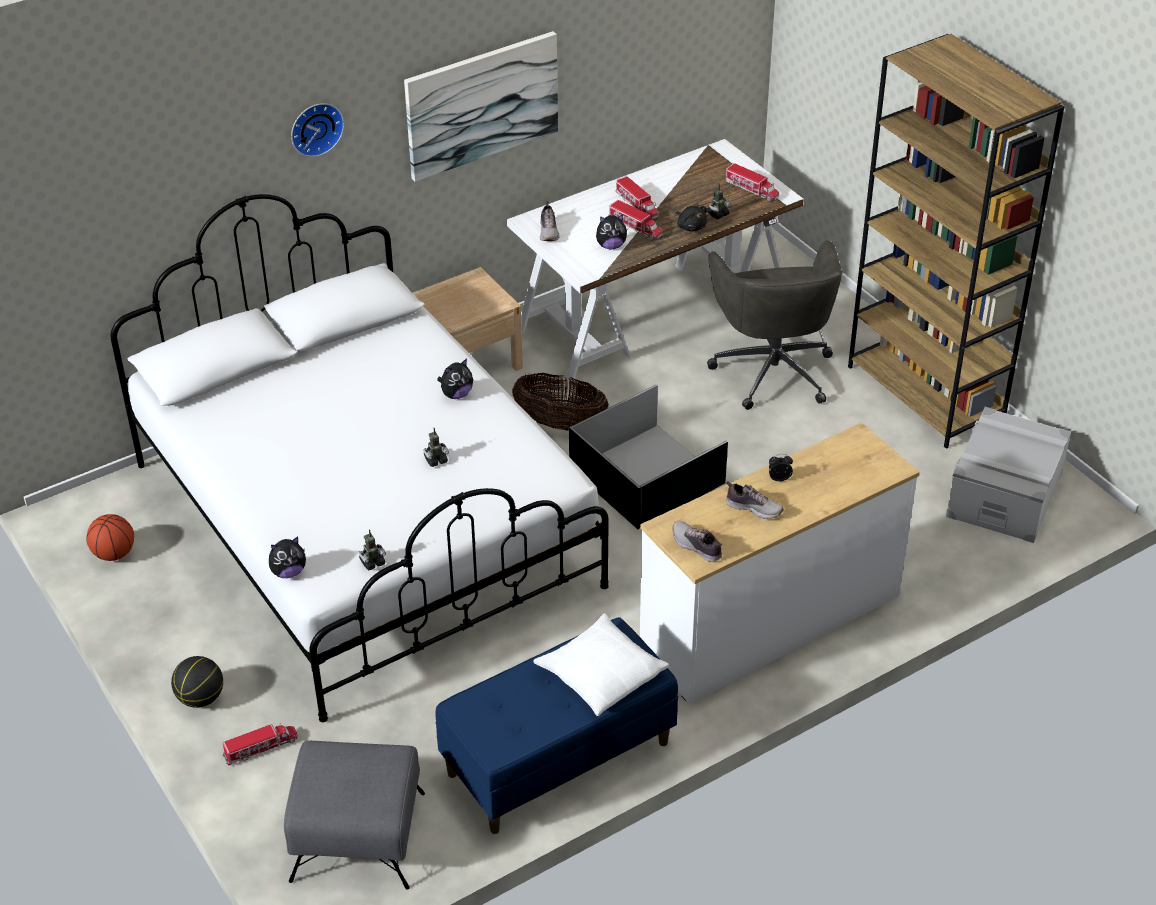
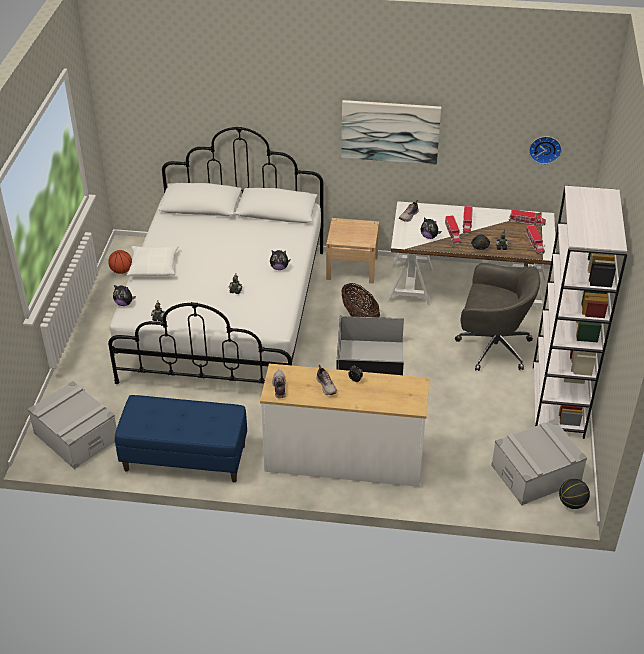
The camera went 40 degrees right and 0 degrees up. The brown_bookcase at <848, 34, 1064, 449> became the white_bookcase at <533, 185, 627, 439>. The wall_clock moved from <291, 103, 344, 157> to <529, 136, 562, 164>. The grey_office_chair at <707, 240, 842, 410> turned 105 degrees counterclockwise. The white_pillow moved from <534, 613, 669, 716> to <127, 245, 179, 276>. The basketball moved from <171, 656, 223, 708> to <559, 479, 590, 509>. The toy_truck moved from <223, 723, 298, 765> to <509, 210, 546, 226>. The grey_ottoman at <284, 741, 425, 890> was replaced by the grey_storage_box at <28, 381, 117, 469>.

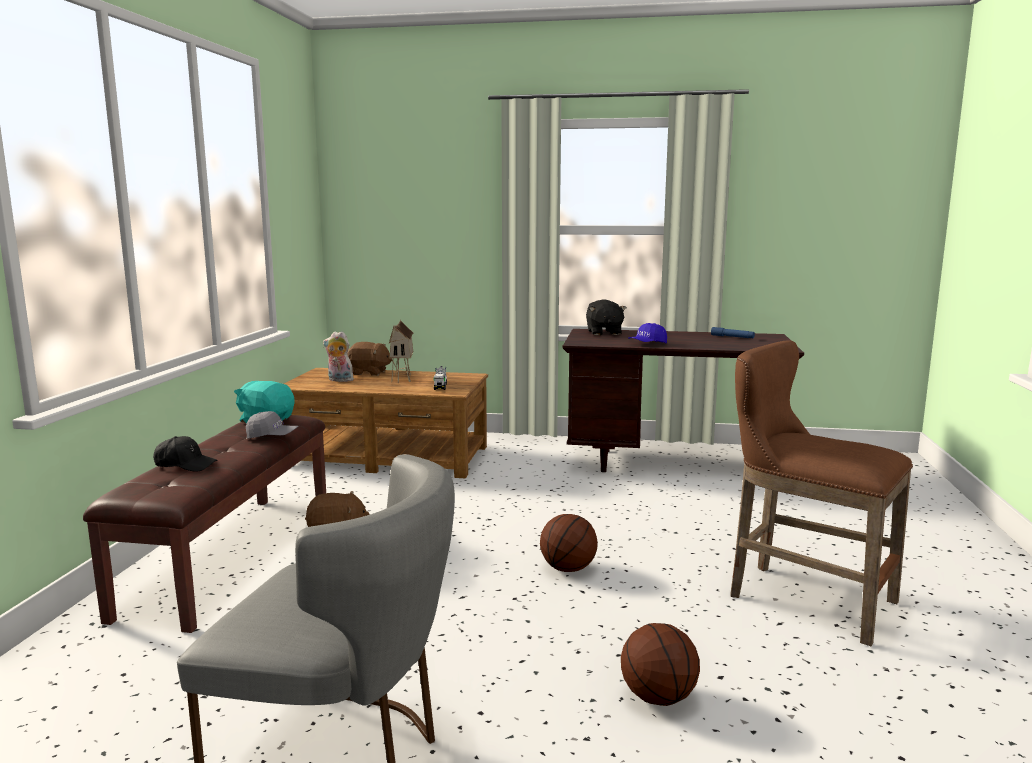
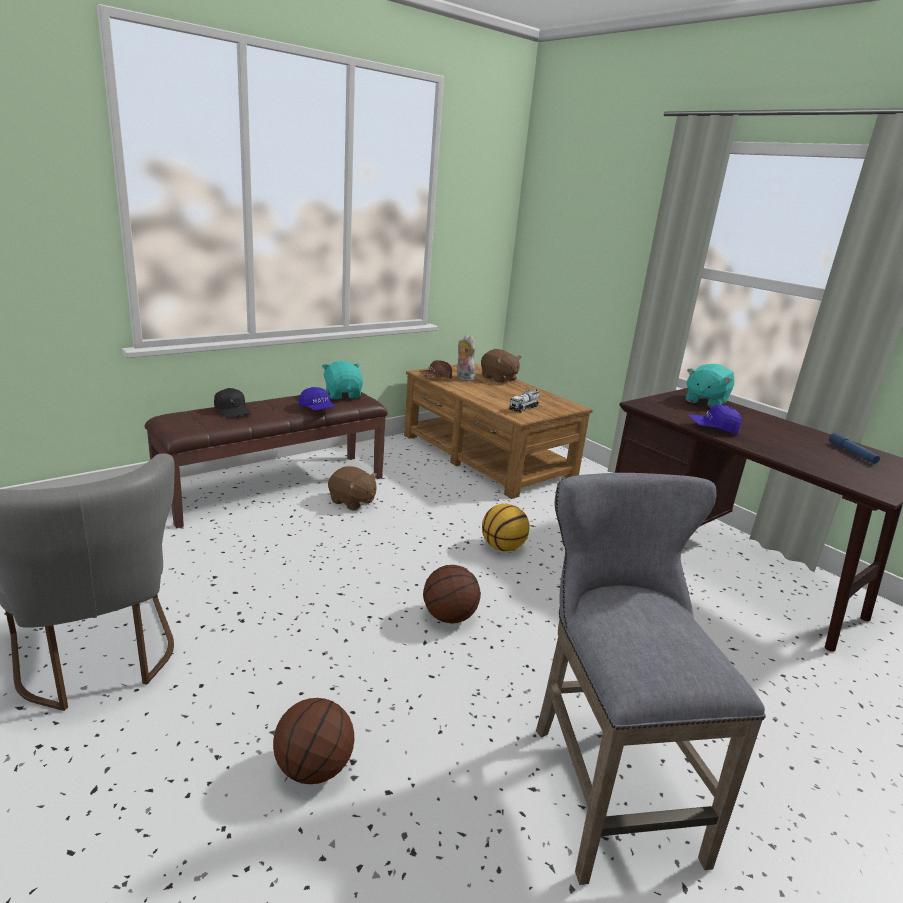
The camera went 40 degrees right and 10 degrees up. The black_plush_toy at <586, 299, 626, 335> became the turquoise_plush_toy at <685, 364, 734, 408>. The toy_house at <389, 320, 414, 383> disappeared. The brown_stool at <730, 340, 913, 646> became the grey_stool at <536, 473, 766, 885>. The grey_cap at <246, 411, 299, 439> became the blue_cap at <299, 387, 336, 410>. The brown_cap at <420, 360, 452, 378> appeared. The basketball at <482, 504, 529, 551> appeared.

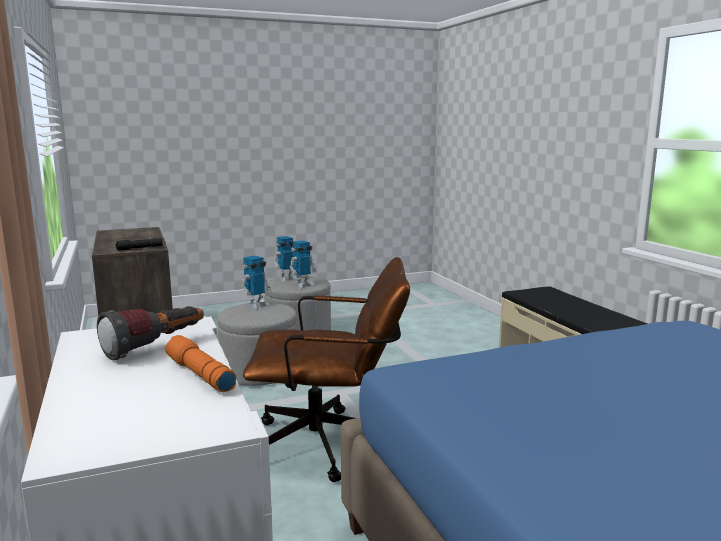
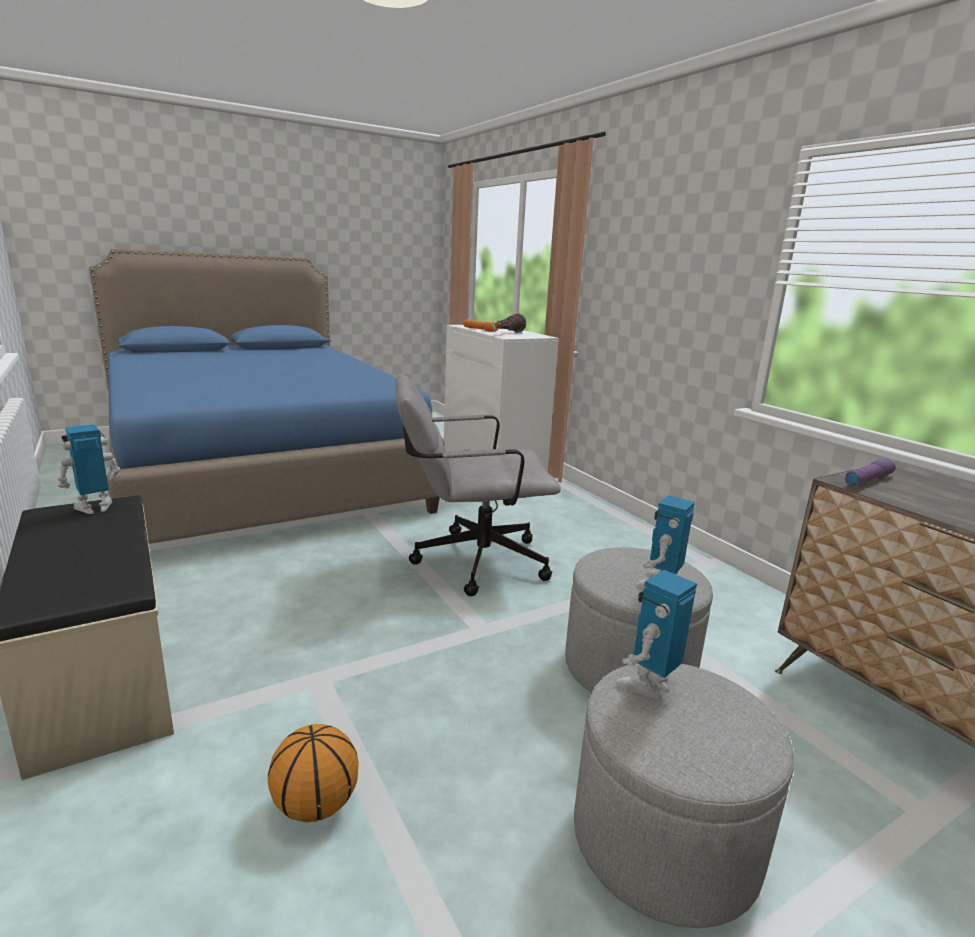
The camera went 170 degrees right and 5 degrees up. The toy_robot moved from <273, 236, 297, 282> to <58, 424, 121, 514>. The black_flashlight at <116, 238, 163, 250> became the purple_flashlight at <845, 458, 896, 486>. The brown_office_chair at <243, 257, 410, 482> became the grey_office_chair at <395, 374, 561, 596>. The basketball at <268, 724, 359, 822> appeared.

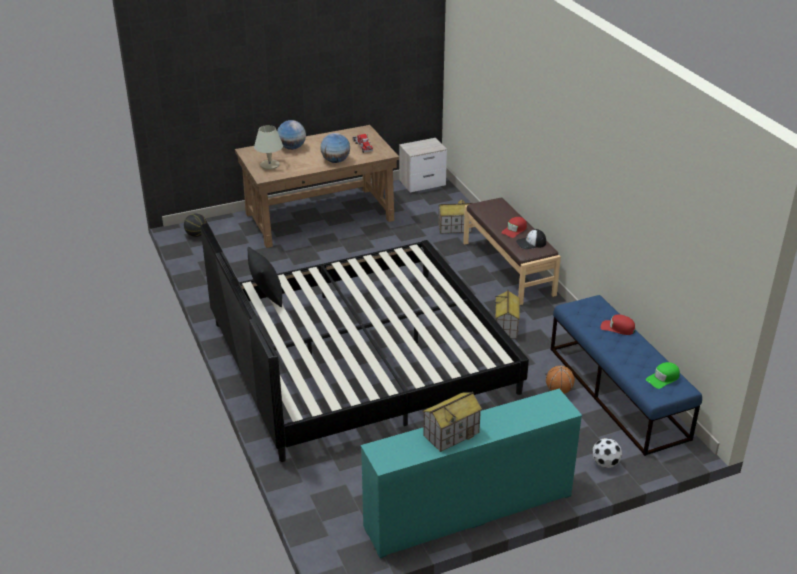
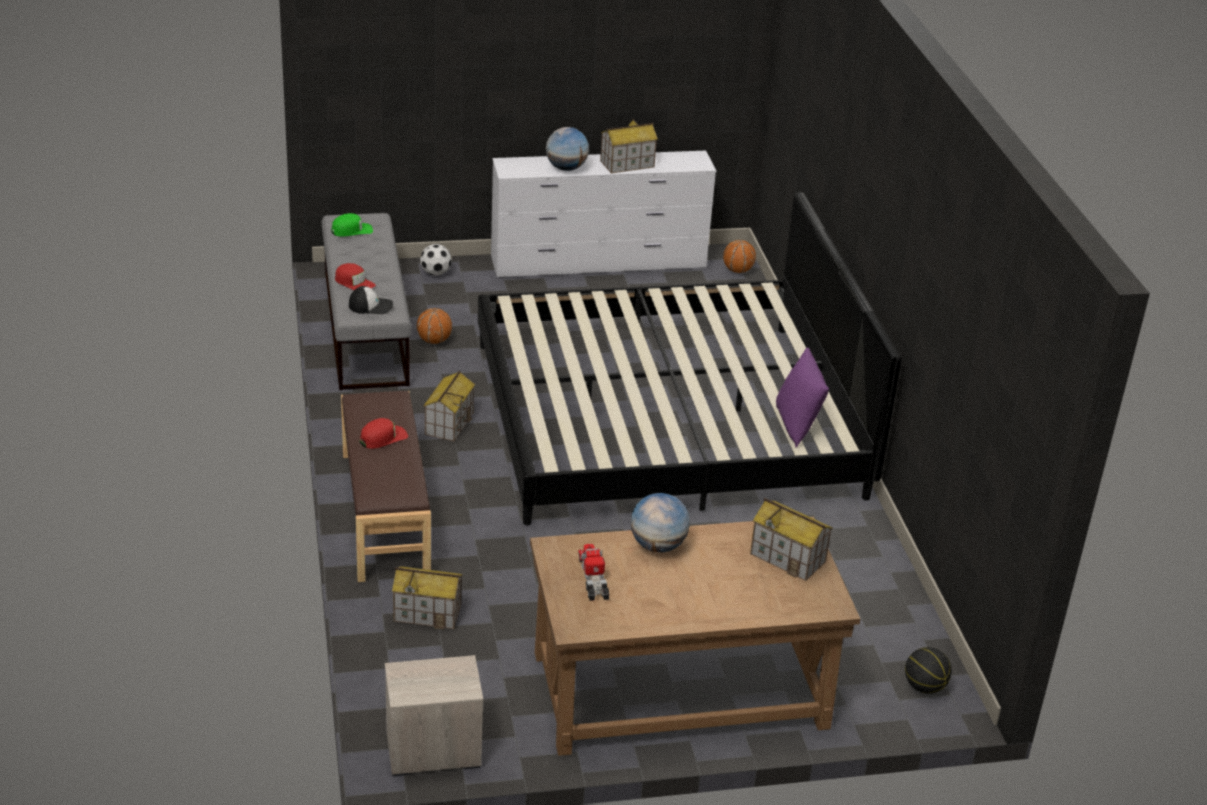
The camera went 170 degrees left and 0 degrees up. The globe moved from <277, 120, 306, 150> to <546, 127, 589, 171>. The beige_table_lamp at <254, 125, 283, 170> was replaced by the toy_house at <750, 498, 833, 581>. The cap moved from <516, 229, 546, 249> to <349, 286, 393, 314>. The black_pillow at <248, 247, 282, 308> became the purple_pillow at <776, 347, 829, 447>. The blue_bench at <551, 295, 702, 456> became the grey_bench at <321, 213, 412, 390>. The turquoise_dresser at <361, 389, 582, 558> became the white_dresser at <491, 151, 716, 277>. The basketball at <723, 240, 756, 273> appeared.

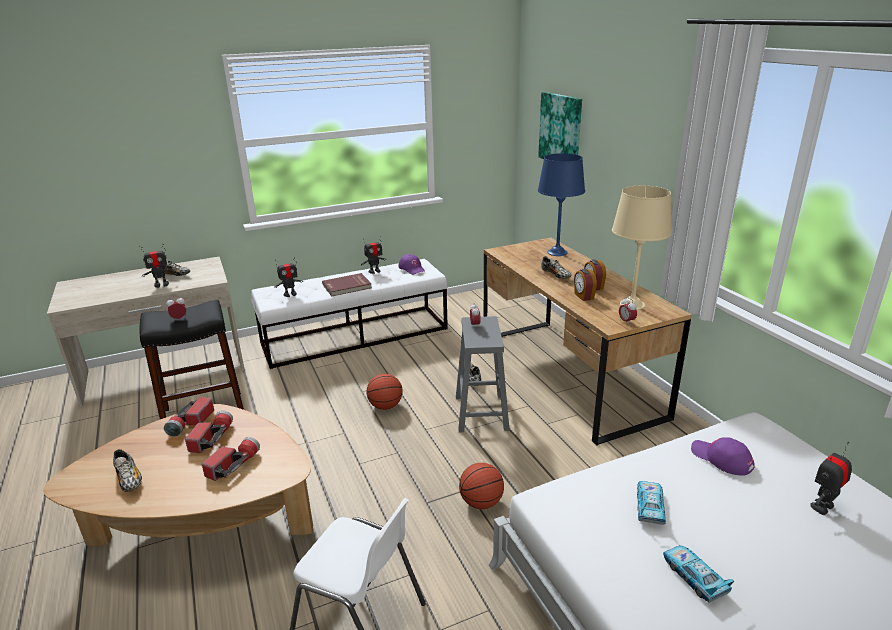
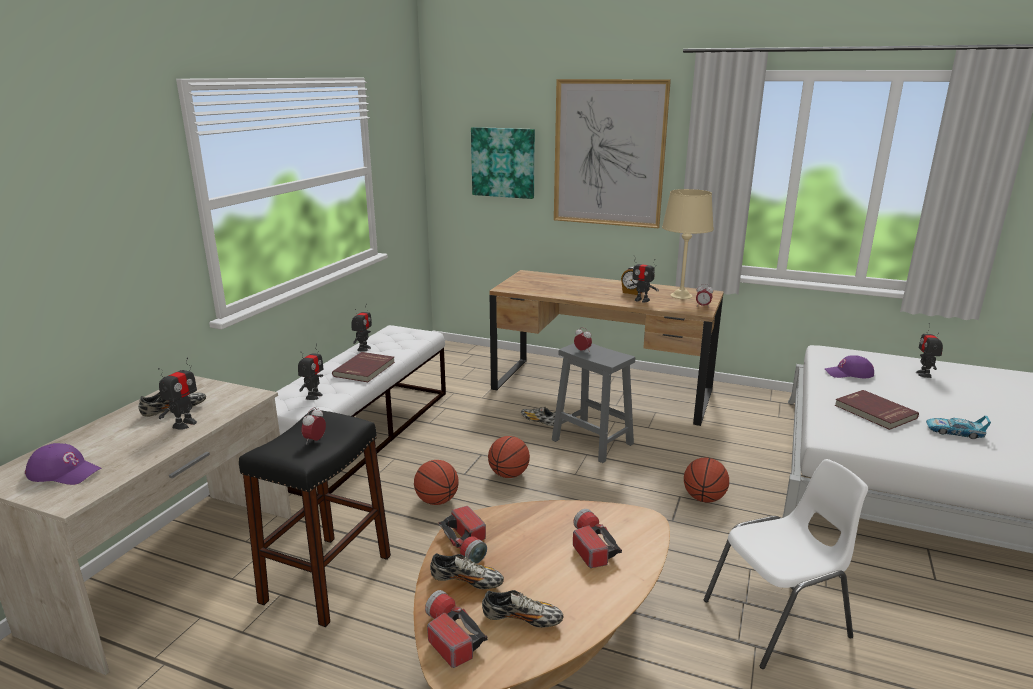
The camera went 45 degrees left and 5 degrees down. The blue_table_lamp at <538, 153, 585, 256> disappeared. The purple_cap moved from <398, 254, 425, 275> to <25, 443, 102, 485>. The shoe moved from <541, 256, 571, 279> to <430, 553, 504, 589>. The alarm_clock at <574, 269, 597, 301> was replaced by the toy_robot at <627, 255, 659, 302>. The flashlight moved from <185, 411, 233, 453> to <425, 590, 488, 668>. The toy_car at <637, 481, 666, 525> was replaced by the red_book at <835, 390, 919, 430>. The picture at <554, 79, 671, 228> appeared. The basketball at <414, 460, 459, 505> appeared.

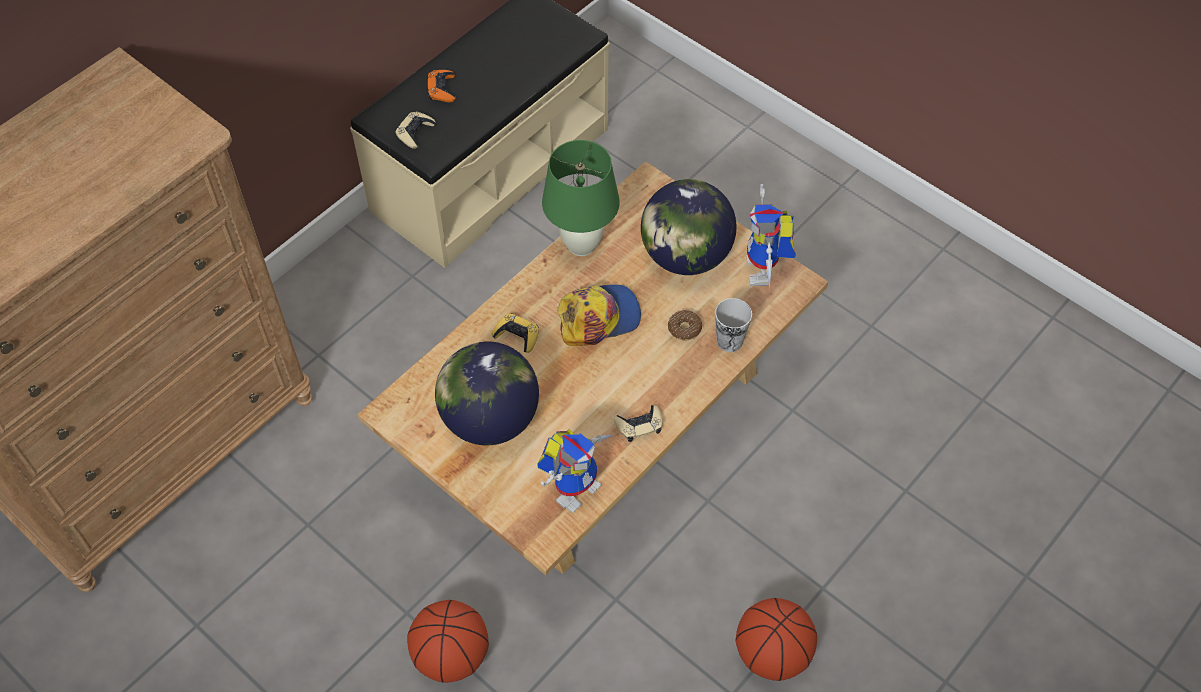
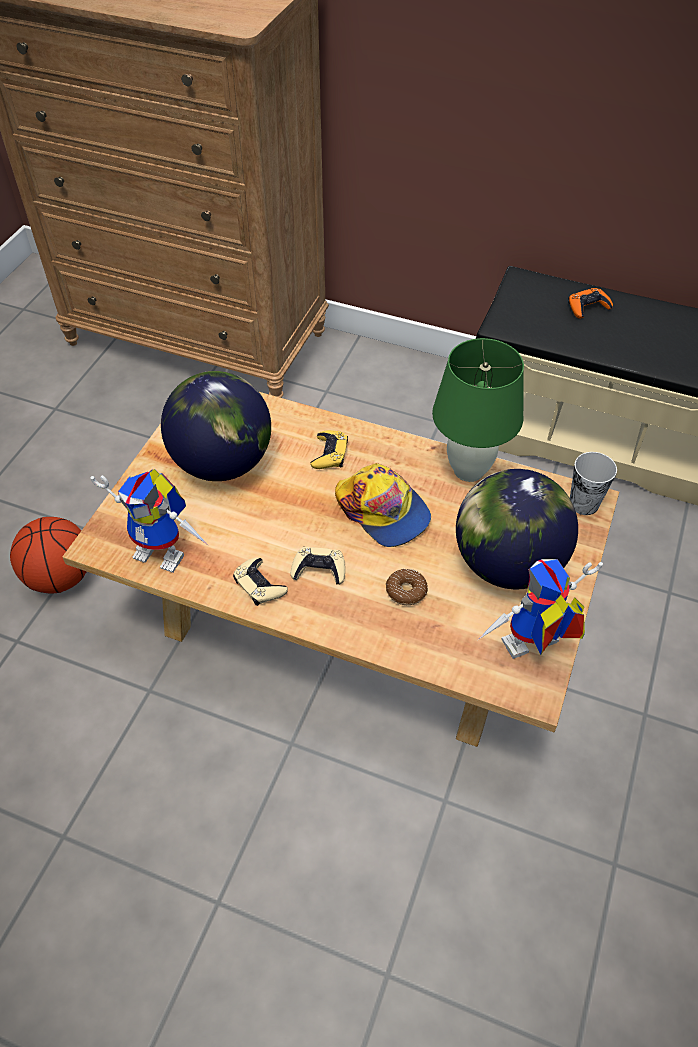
The camera went 70 degrees right and 5 degrees down. The beige_game_controller moved from <395, 112, 436, 149> to <291, 547, 345, 585>. The cup moved from <715, 298, 752, 352> to <570, 452, 617, 515>. The basketball at <736, 598, 817, 681> disappeared.

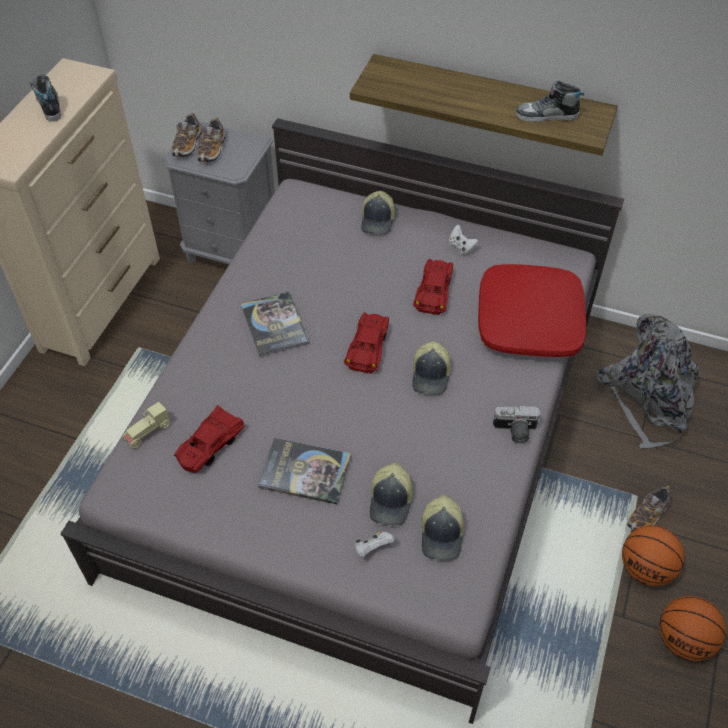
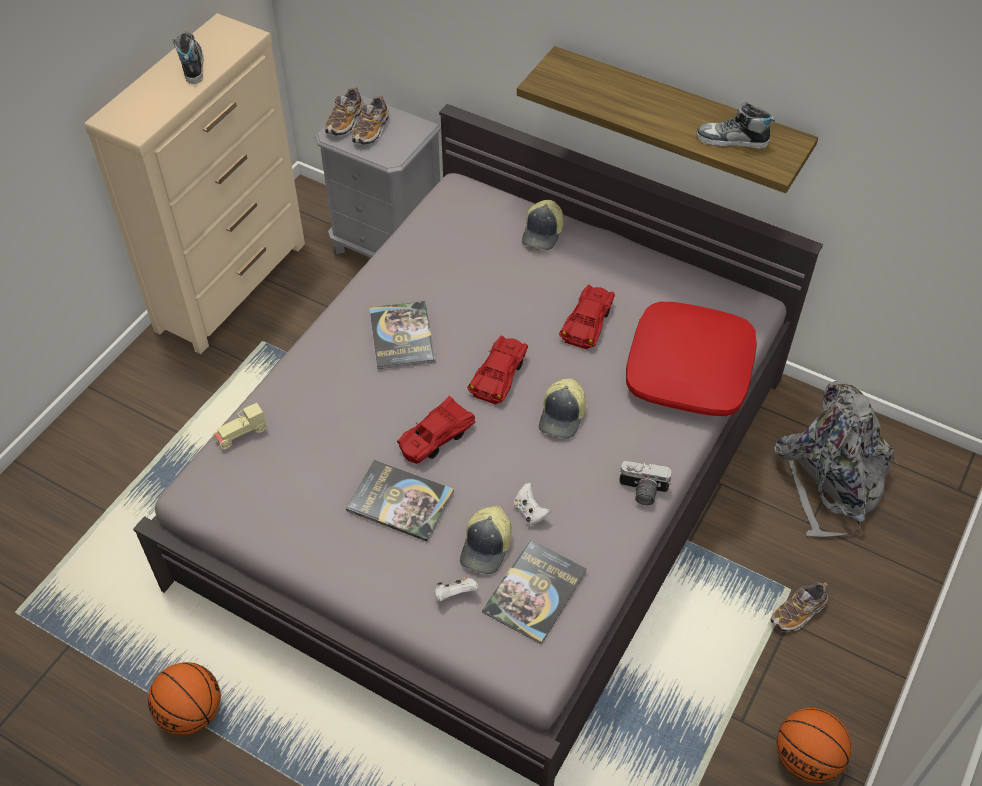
The camera went 10 degrees right and 0 degrees up. The white_game_controller moved from <449, 224, 479, 255> to <514, 483, 551, 526>. The red_toy_car moved from <174, 405, 245, 473> to <397, 396, 475, 464>. The cap at <421, 495, 464, 561> was replaced by the book at <482, 540, 587, 644>. The basketball moved from <622, 525, 685, 586> to <148, 662, 221, 735>.

